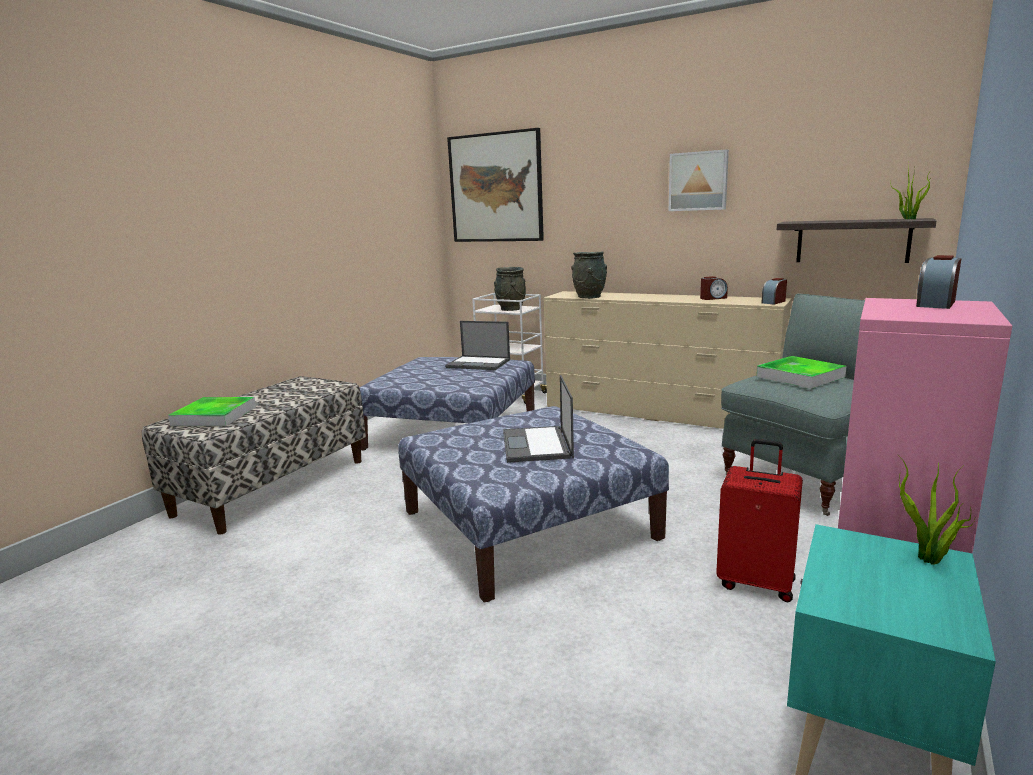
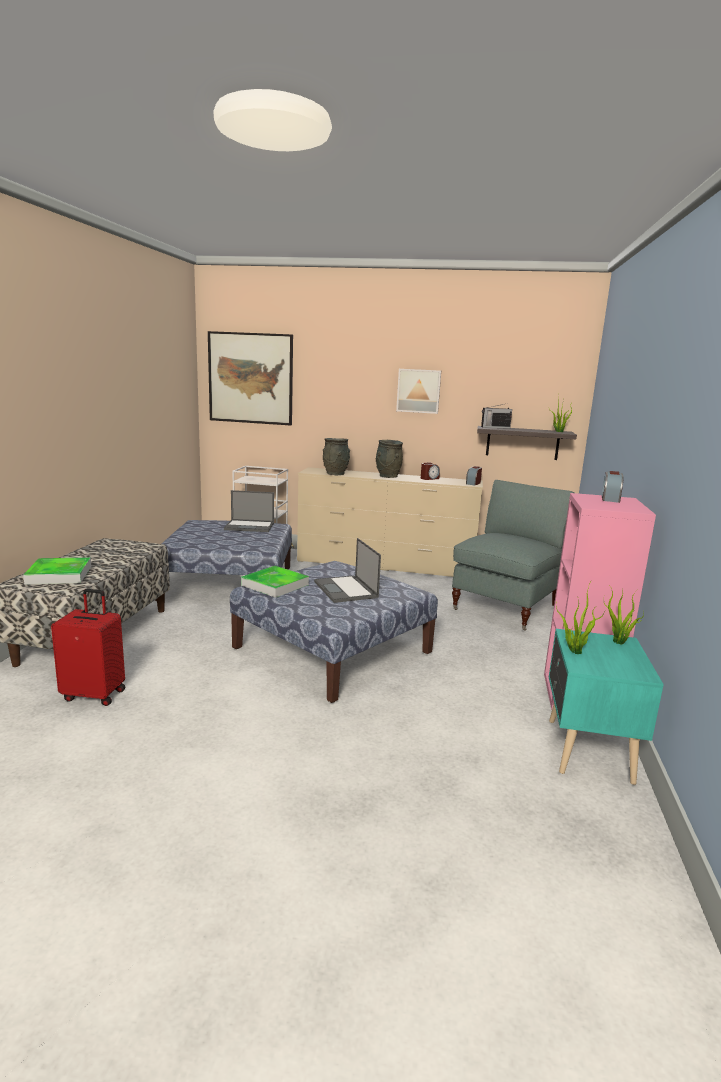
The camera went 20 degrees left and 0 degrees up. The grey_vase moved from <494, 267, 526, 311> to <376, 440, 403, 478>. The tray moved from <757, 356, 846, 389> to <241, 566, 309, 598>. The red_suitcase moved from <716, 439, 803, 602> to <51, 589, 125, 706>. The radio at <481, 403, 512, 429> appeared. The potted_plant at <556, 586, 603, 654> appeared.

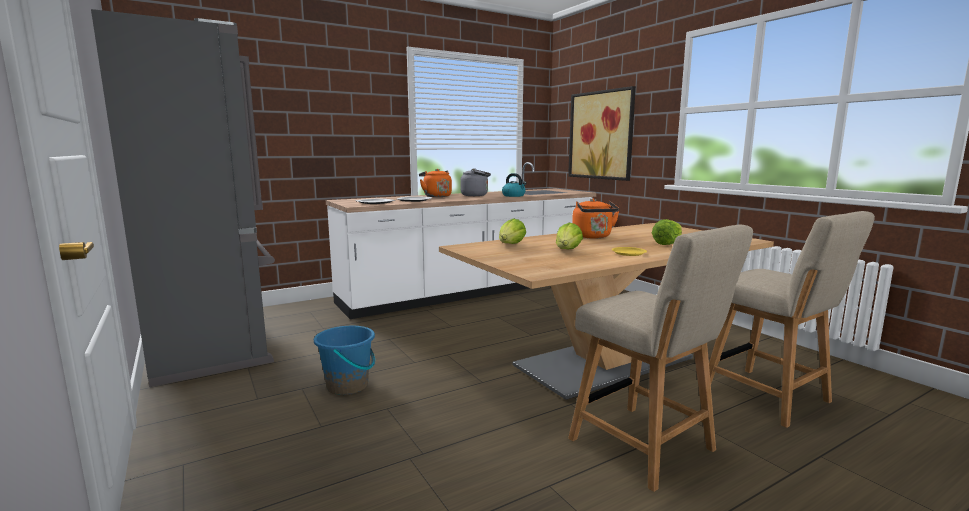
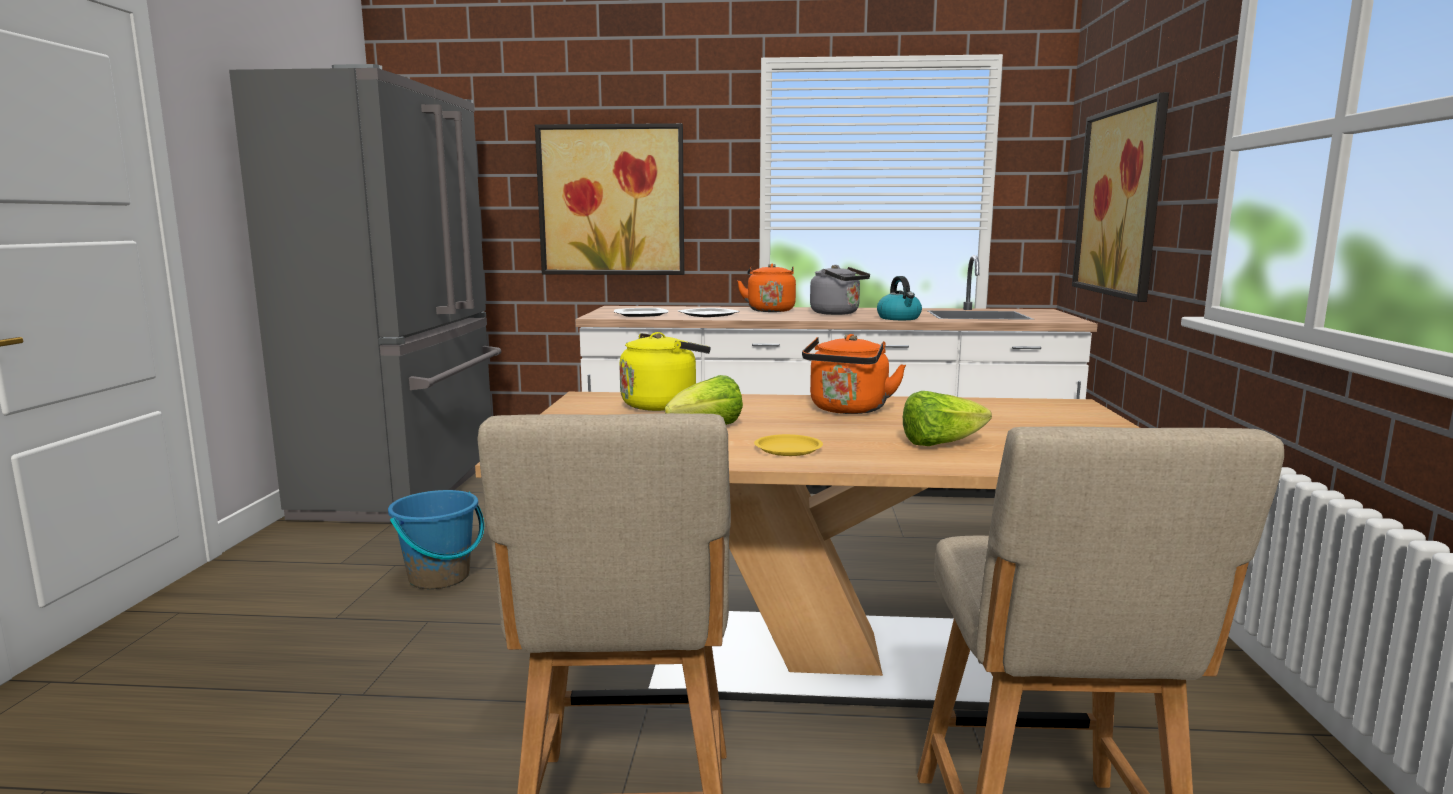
The camera went 35 degrees right and 0 degrees up. The lettuce at <499, 218, 526, 244> was replaced by the yellow_kettle at <619, 332, 711, 411>. The picture at <535, 123, 684, 275> appeared.

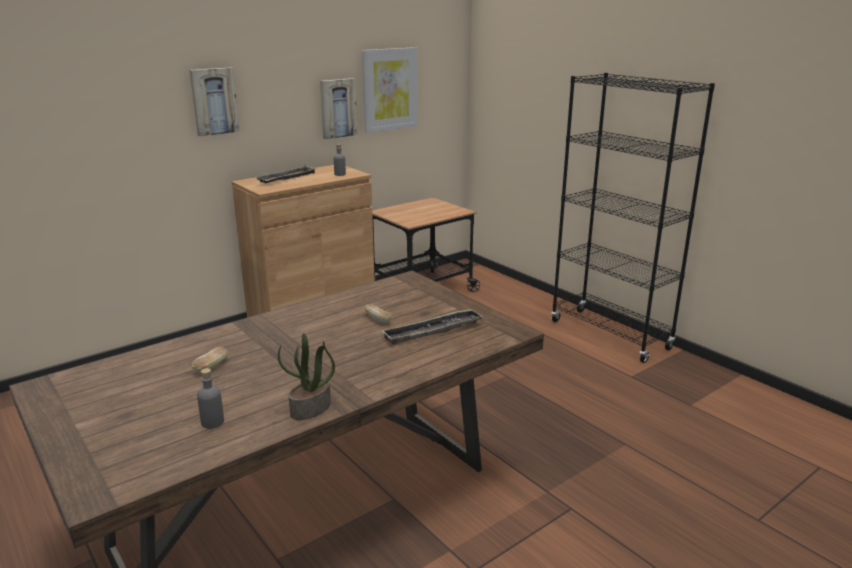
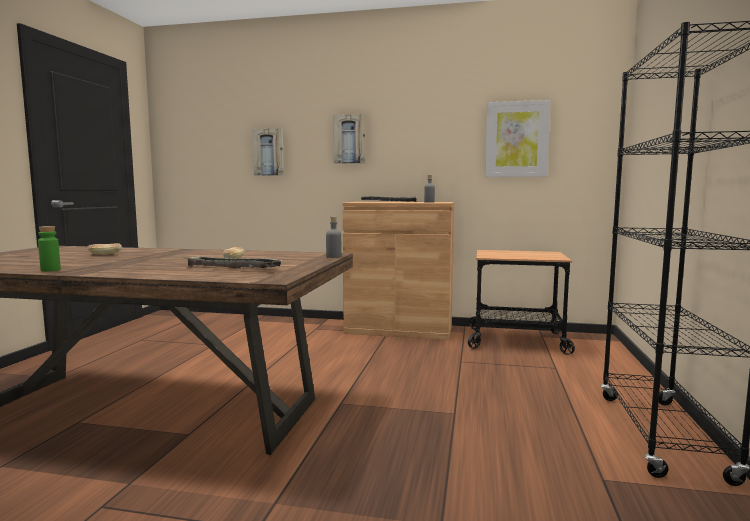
The camera went 50 degrees right and 15 degrees down. The picture moved from <320, 78, 357, 139> to <252, 128, 284, 176>. The potted_plant at <278, 333, 335, 420> was replaced by the green_bottle at <38, 226, 61, 271>. The grey_bottle moved from <197, 368, 224, 429> to <326, 216, 341, 258>.

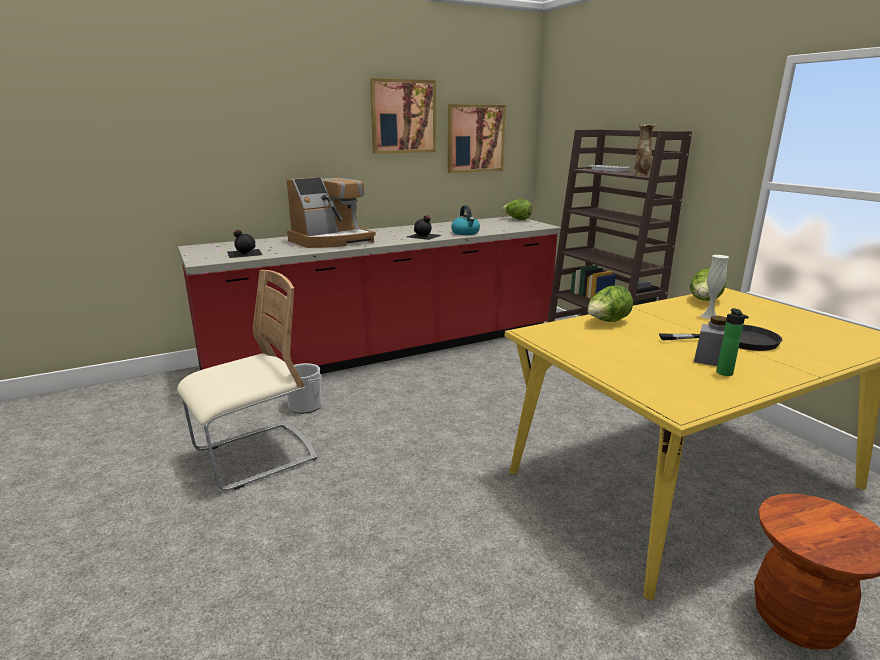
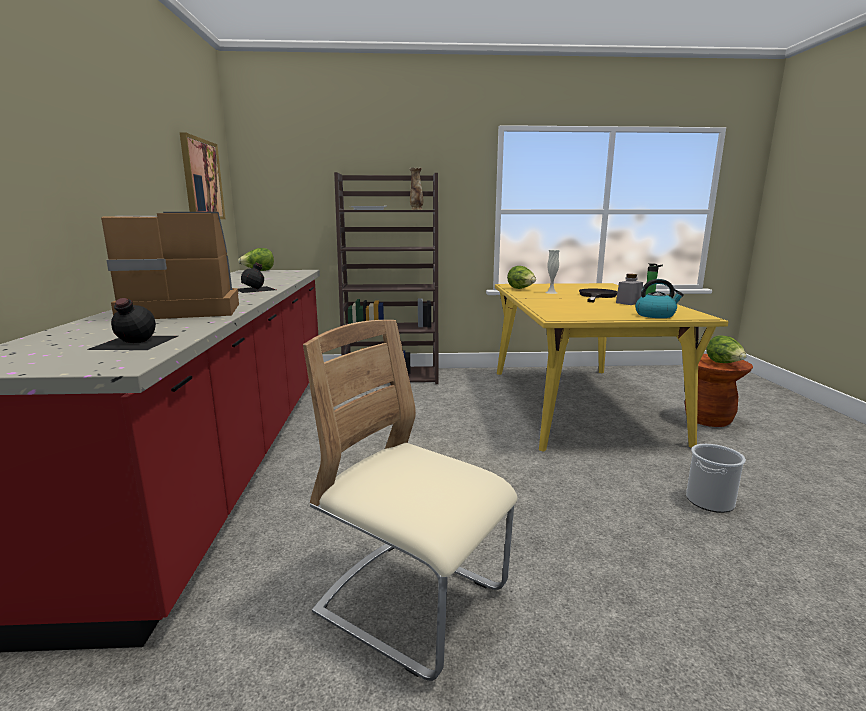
The camera went 65 degrees left and 5 degrees down. The picture at <370, 78, 436, 154> disappeared. The coffee_machine at <286, 177, 376, 248> turned 90 degrees counterclockwise. The kettle moved from <451, 205, 480, 235> to <635, 279, 684, 318>. The beige_chair at <177, 270, 317, 491> turned 45 degrees counterclockwise. The lettuce moved from <588, 286, 633, 322> to <706, 335, 747, 363>. The bucket moved from <287, 363, 322, 414> to <686, 444, 746, 513>.

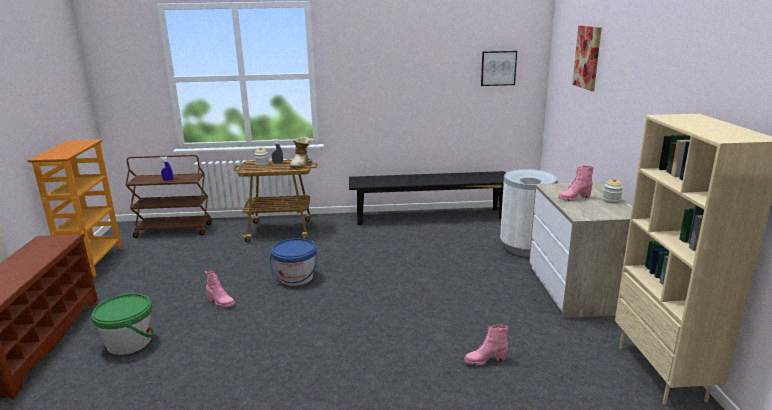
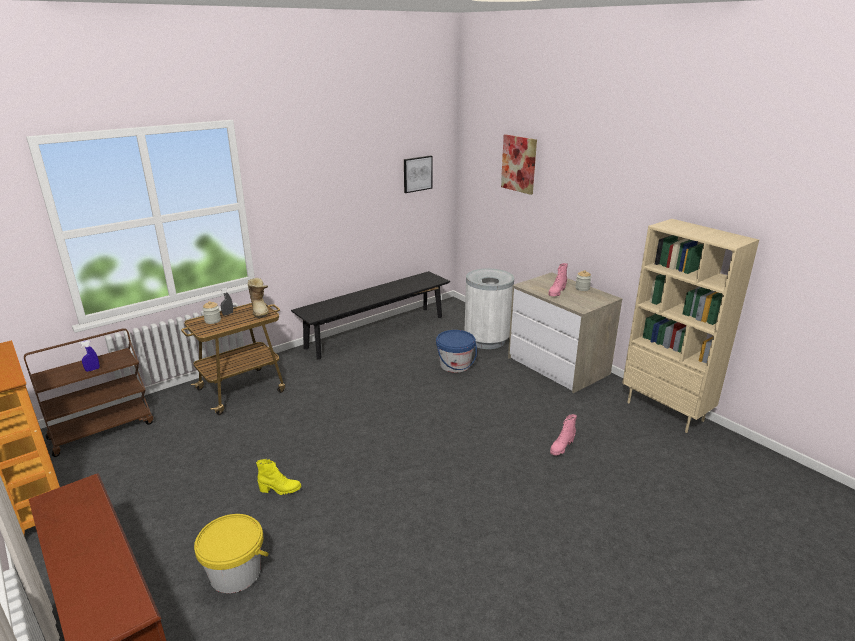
The camera went 35 degrees left and 5 degrees up. The blue_bucket moved from <270, 238, 317, 286> to <436, 330, 477, 373>. The pink_boot at <205, 270, 235, 307> became the yellow_boot at <256, 459, 301, 495>. The green_bucket at <91, 294, 154, 355> became the yellow_bucket at <194, 514, 269, 593>.

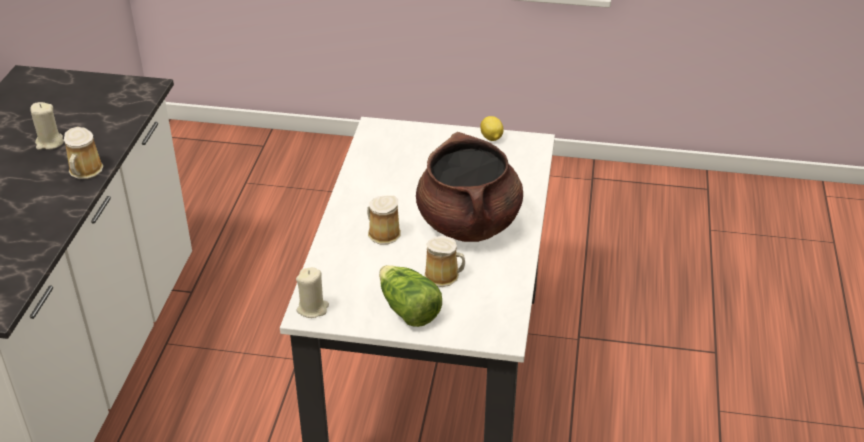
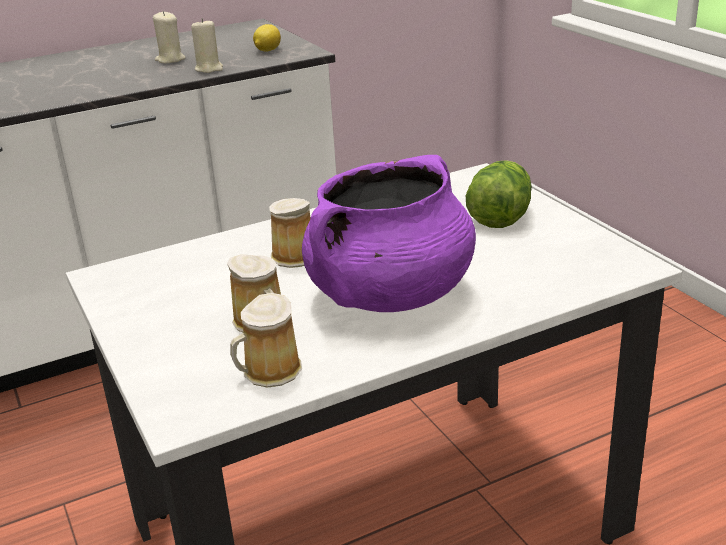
The camera went 55 degrees right and 10 degrees down. The lemon moved from <480, 116, 503, 141> to <253, 24, 281, 52>. The mug moved from <64, 127, 103, 179> to <230, 293, 302, 388>. The brown_cooking_pot at <416, 132, 523, 242> became the purple_cooking_pot at <302, 155, 476, 312>. The lettuce moved from <379, 265, 442, 327> to <466, 160, 532, 228>. The beige_candle moved from <296, 267, 329, 318> to <191, 18, 223, 73>.

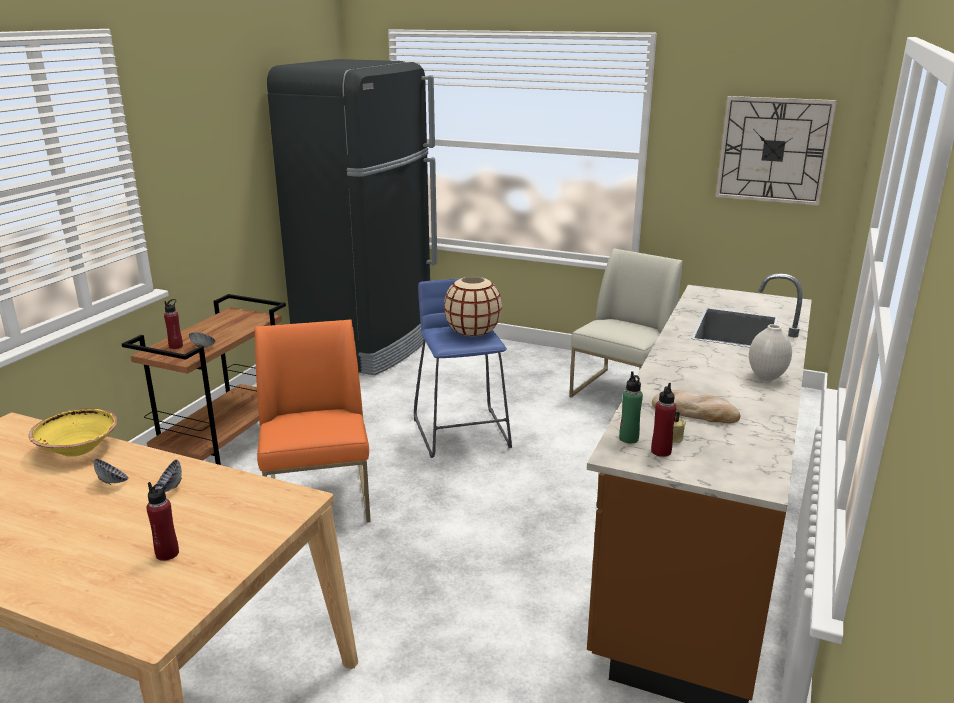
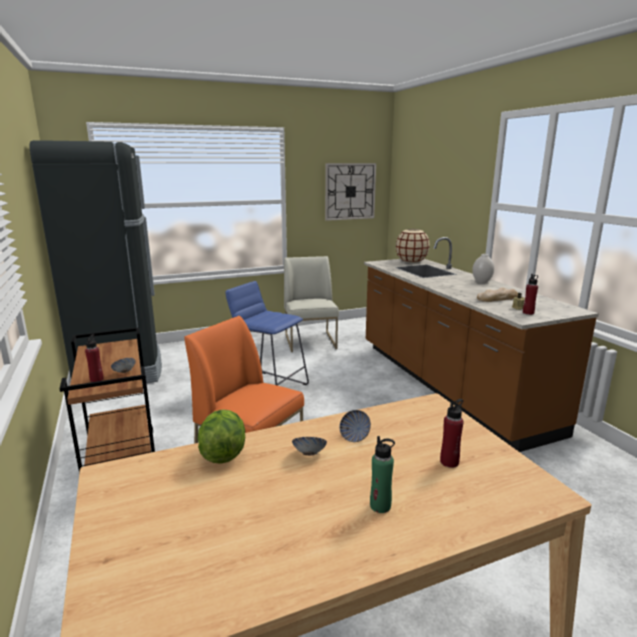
The camera went 45 degrees left and 5 degrees down. The beige_vase moved from <444, 276, 502, 336> to <396, 229, 430, 263>. The green_bottle moved from <619, 371, 643, 444> to <370, 436, 395, 513>. The yellow_bowl at <29, 408, 117, 457> was replaced by the lettuce at <198, 409, 245, 464>.

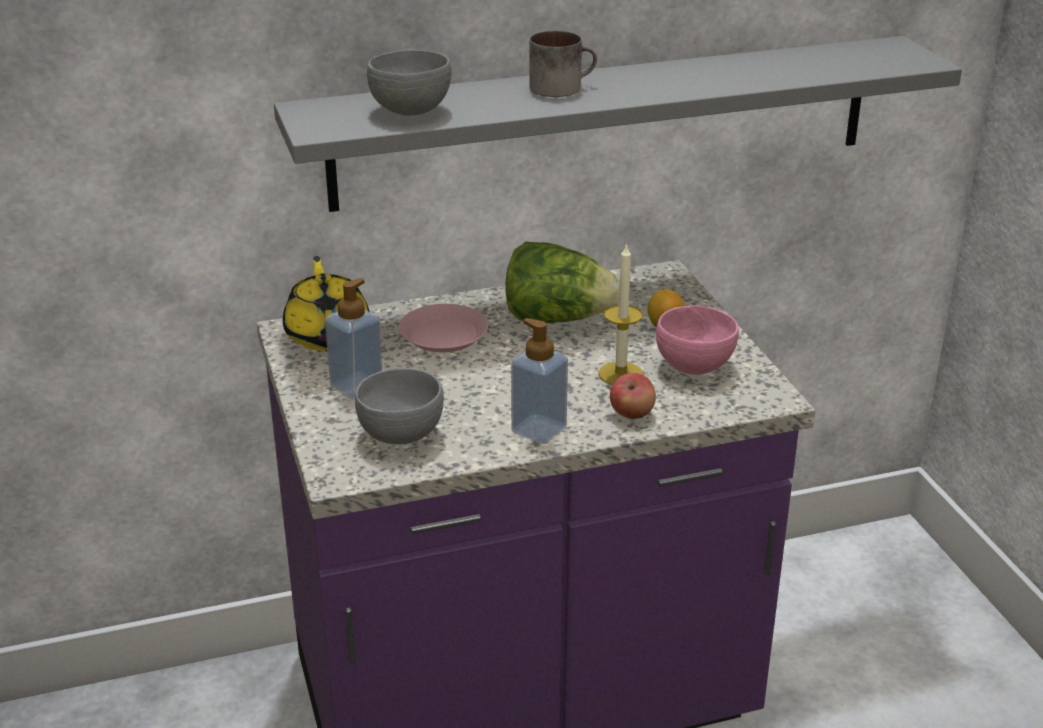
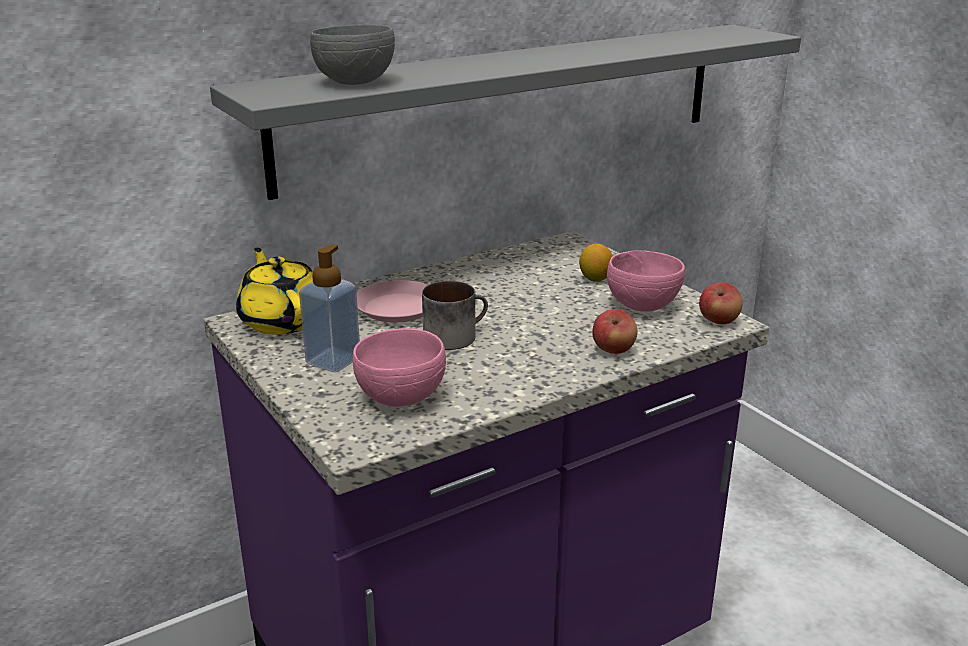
The camera went 15 degrees left and 5 degrees down. The mug moved from <529, 31, 597, 97> to <422, 281, 488, 350>. The lettuce at <505, 242, 620, 323> disappeared. The candle at <598, 243, 643, 385> disappeared. The soap_dispenser at <511, 318, 568, 444> disappeared. The grey_bowl at <355, 368, 444, 444> became the pink_bowl at <353, 328, 446, 406>. The apple at <699, 282, 743, 324> appeared.

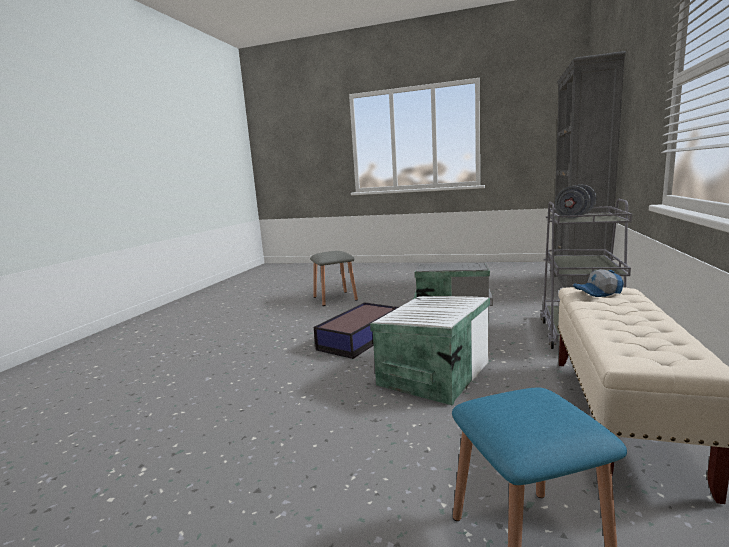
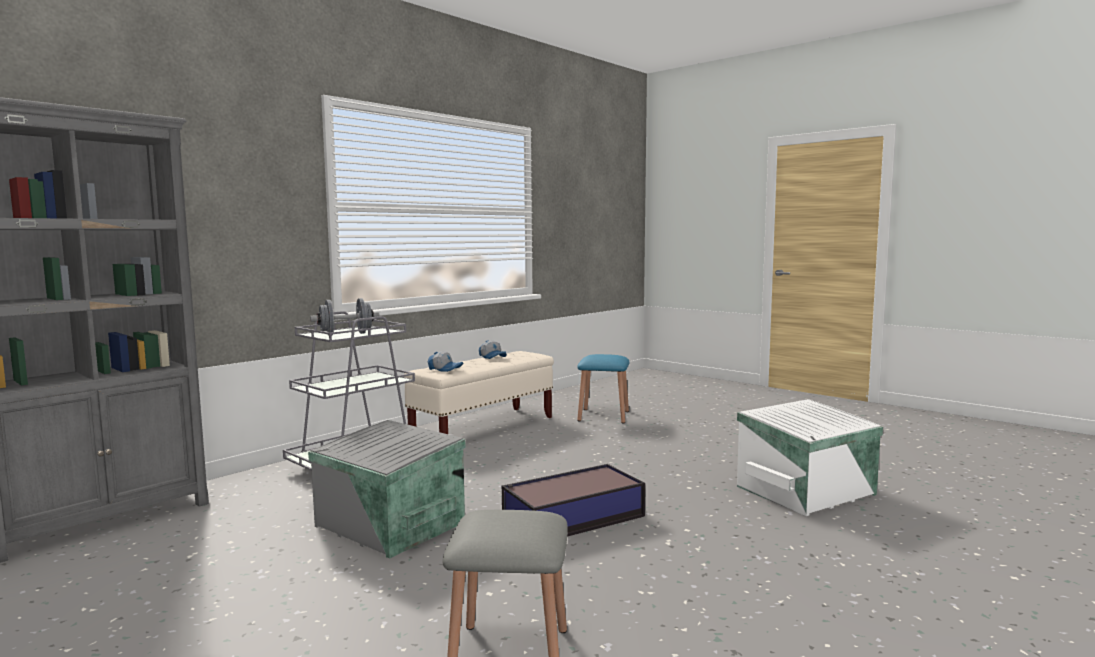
The camera went 155 degrees left and 5 degrees down. The white_storage_box moved from <370, 296, 490, 405> to <737, 399, 883, 516>. The cap at <479, 340, 507, 359> appeared.

